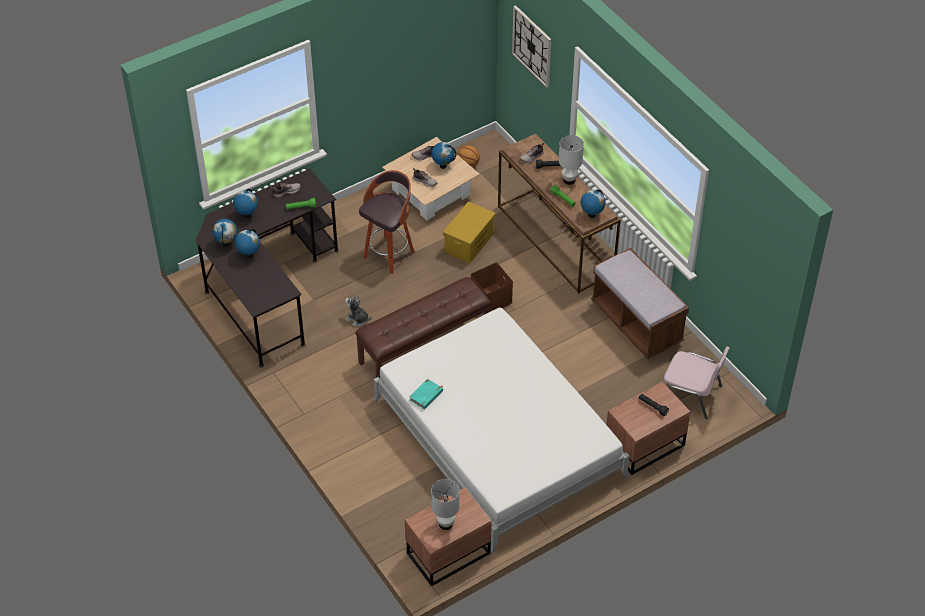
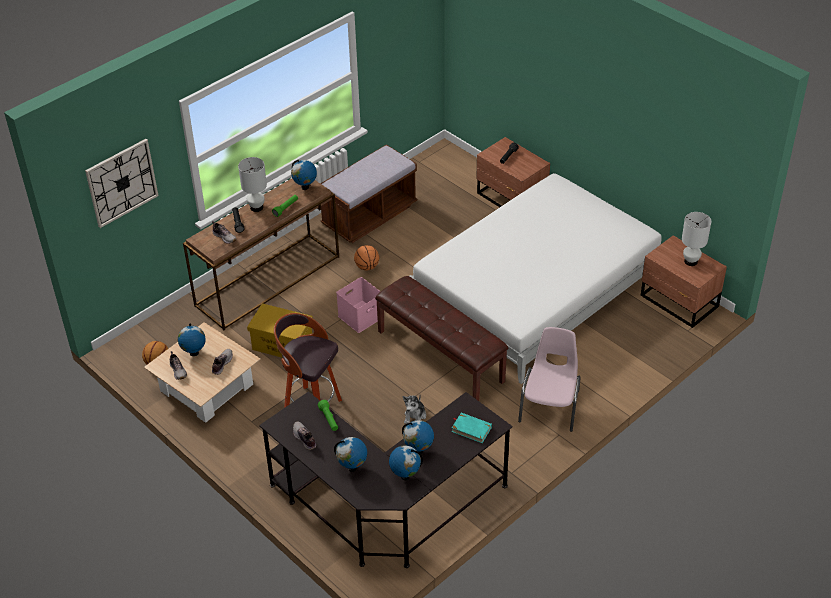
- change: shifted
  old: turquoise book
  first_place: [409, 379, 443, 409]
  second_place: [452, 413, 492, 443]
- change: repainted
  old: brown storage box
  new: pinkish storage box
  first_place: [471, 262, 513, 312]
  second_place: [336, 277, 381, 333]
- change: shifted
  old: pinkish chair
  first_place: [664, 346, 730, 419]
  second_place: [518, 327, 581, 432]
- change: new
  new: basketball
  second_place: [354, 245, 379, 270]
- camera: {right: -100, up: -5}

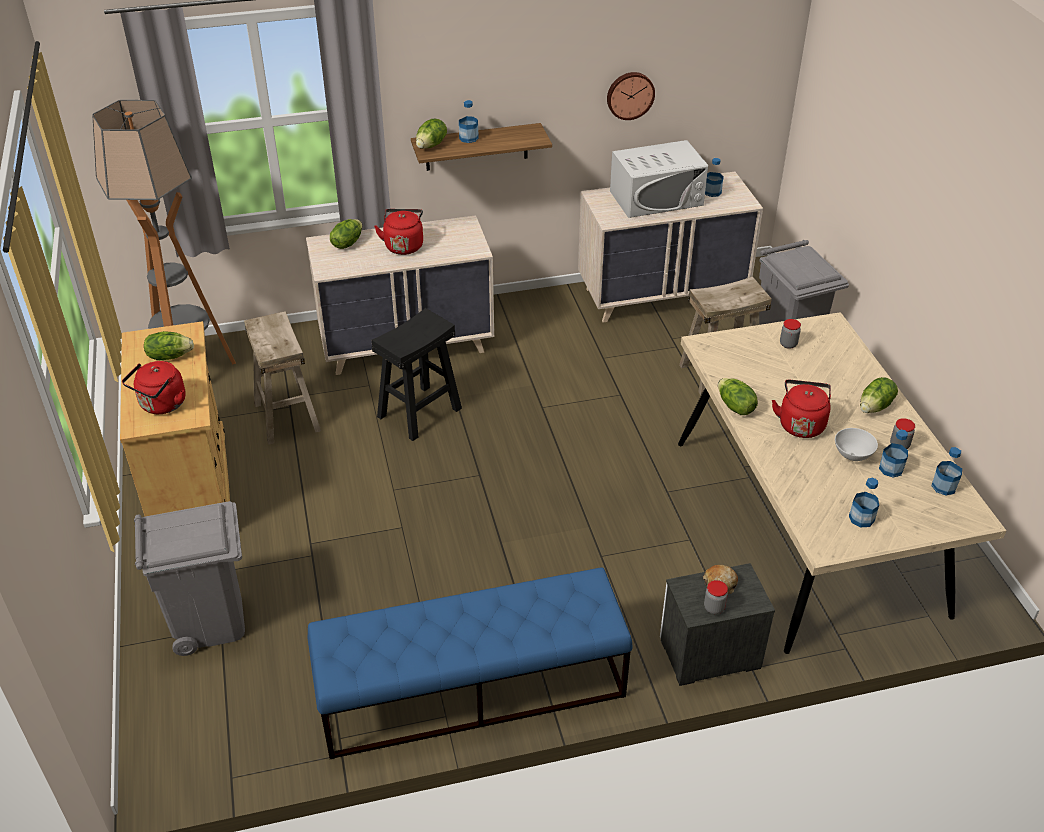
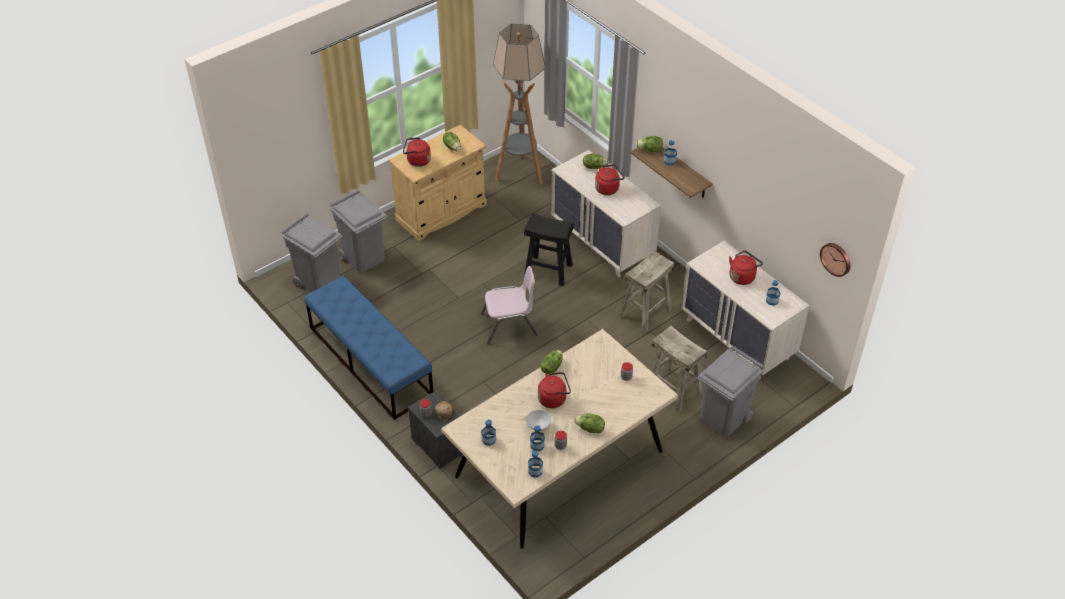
- change: shifted
  old: sand-coloured stool
  first_place: [244, 311, 321, 444]
  second_place: [619, 251, 674, 333]
- change: shifted
  old: clock on the wall
  first_place: [607, 72, 655, 120]
  second_place: [820, 243, 851, 277]
- change: swapped
  old: white-coloured microwave
  new: red-coloured tea kettle
  first_place: [610, 140, 708, 218]
  second_place: [729, 251, 763, 285]
- change: new
  new: gray rubbish bin
  second_place: [282, 213, 343, 292]
- change: new
  new: pinkish chair
  second_place: [481, 266, 538, 344]
- camera: {right: 65, up: 5}

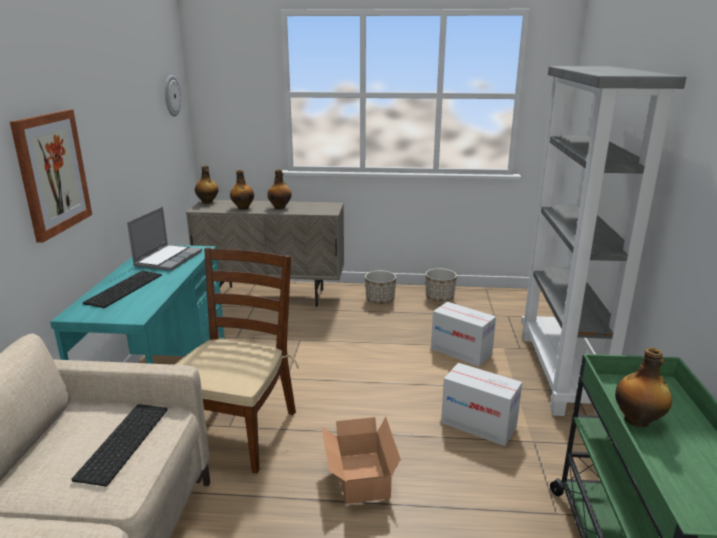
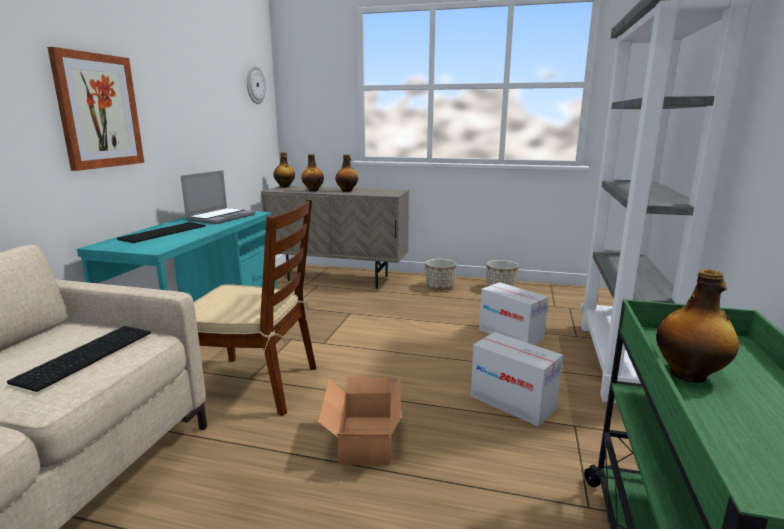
- change: rotated
  old: brown chair
  first_place: [175, 247, 299, 474]
  second_place: [194, 199, 316, 416]
  degrees: 75
- camera: {right: 10, up: -5}

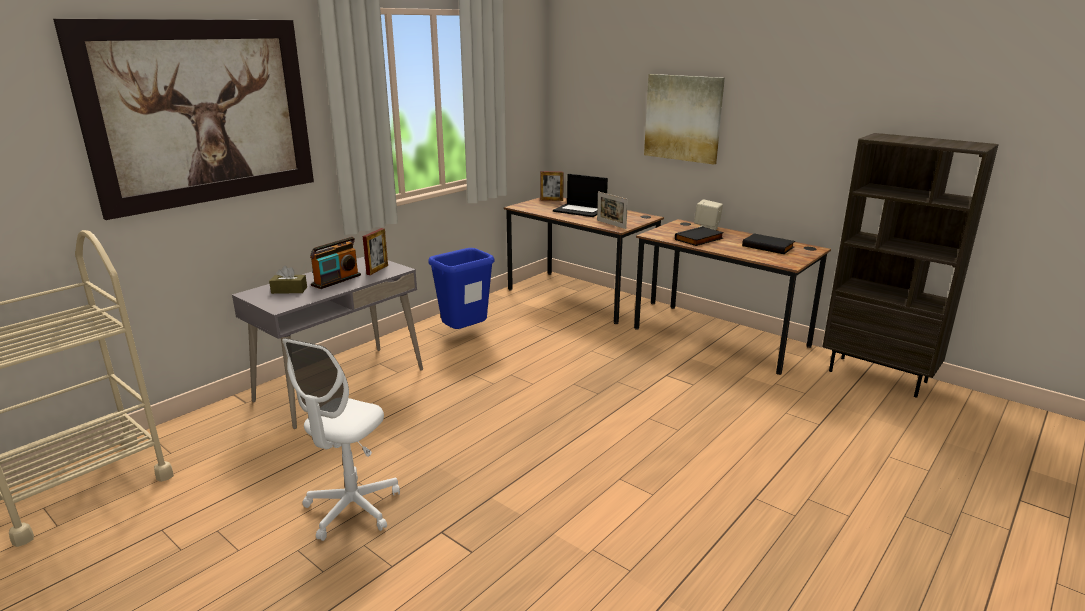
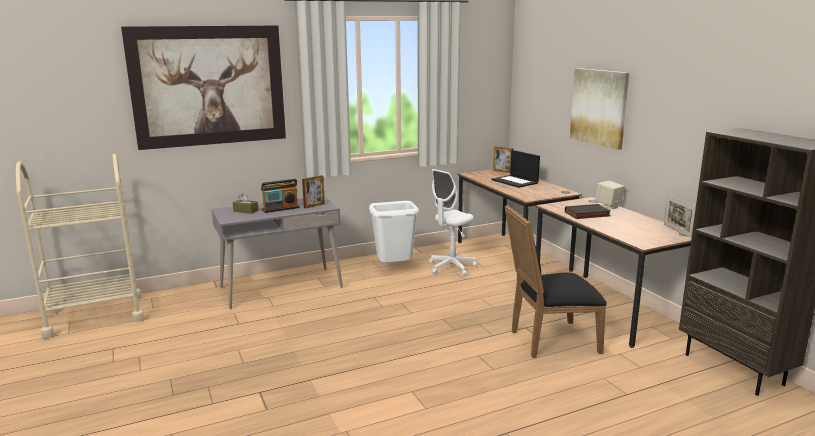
- change: shifted
  old: white-coloured desk chair
  first_place: [282, 338, 400, 541]
  second_place: [429, 169, 477, 276]
- change: repainted
  old: blue-coloured rubbish bin
  new: white-coloured rubbish bin
  first_place: [428, 248, 495, 329]
  second_place: [369, 201, 419, 263]
- change: shifted
  old: picture frame
  first_place: [597, 191, 628, 229]
  second_place: [664, 195, 696, 238]
- change: gone
  old: black book
  first_place: [742, 234, 795, 254]
- change: new
  new: black chair
  second_place: [504, 205, 607, 358]
- camera: {right: 25, up: -5}

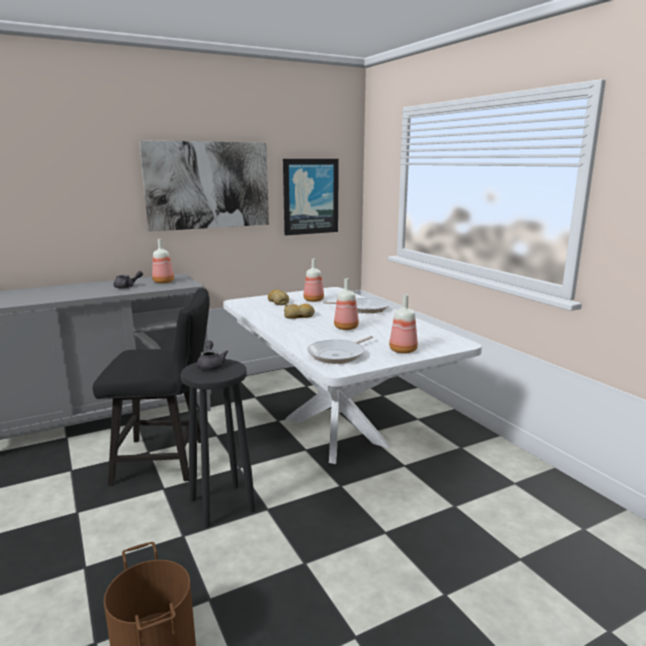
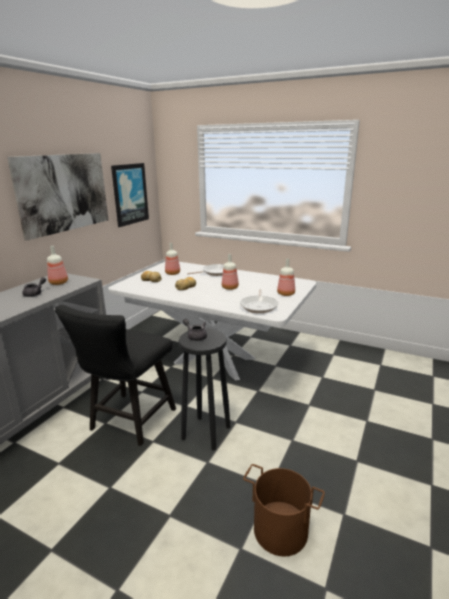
- change: rotated
  old: black chair
  first_place: [93, 288, 210, 485]
  second_place: [55, 305, 176, 446]
  degrees: 150
- camera: {right: -35, up: 5}

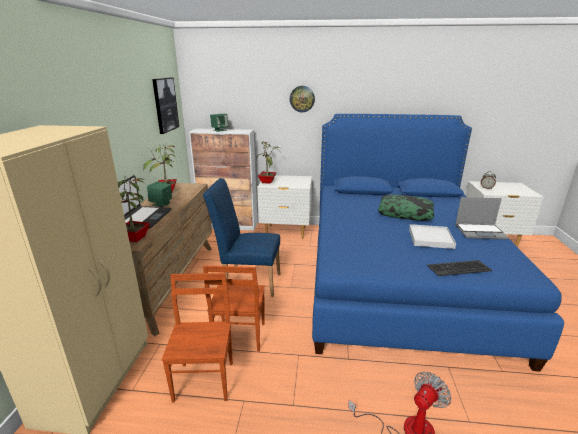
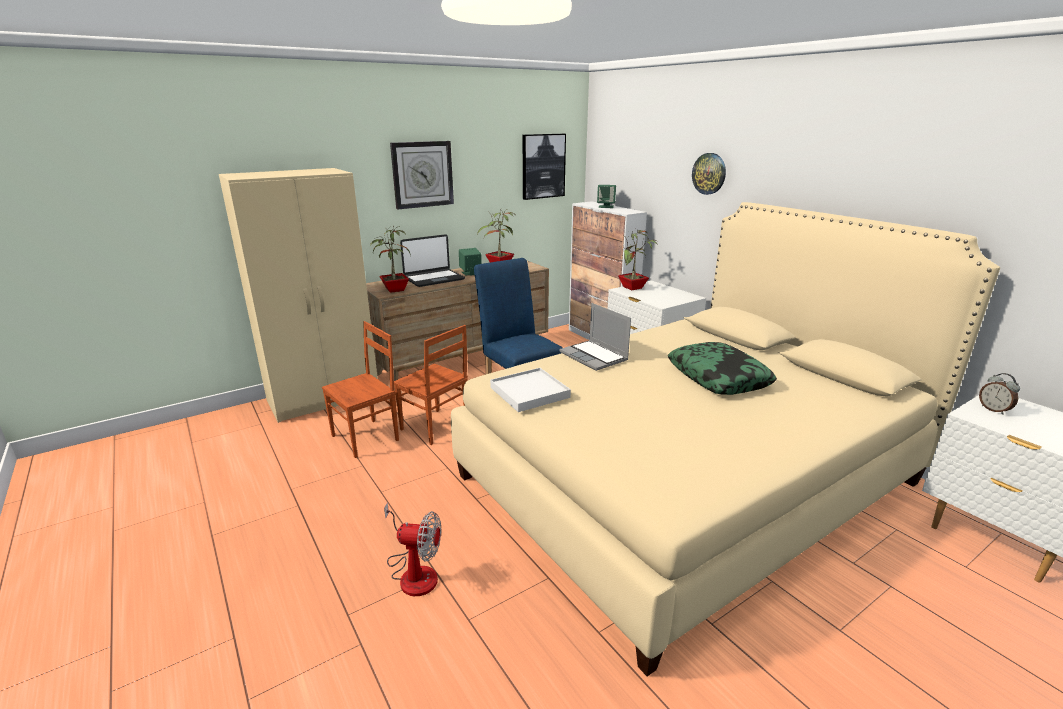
- change: rotated
  old: brown chair
  first_place: [203, 266, 265, 352]
  second_place: [394, 325, 468, 445]
  degrees: -105
- change: repainted
  old: blue-coloured bed
  new: sand-coloured bed
  first_place: [312, 114, 564, 372]
  second_place: [451, 202, 1000, 676]
- change: shifted
  old: white-coloured carrying tray
  first_place: [409, 224, 456, 249]
  second_place: [490, 368, 571, 412]
- change: gone
  old: computer keyboard
  first_place: [427, 260, 492, 276]
- change: shifted
  old: laptop
  first_place: [455, 197, 509, 239]
  second_place: [559, 303, 631, 371]
- change: new
  new: clock on the wall
  second_place: [390, 141, 454, 209]
- camera: {right: 50, up: 0}

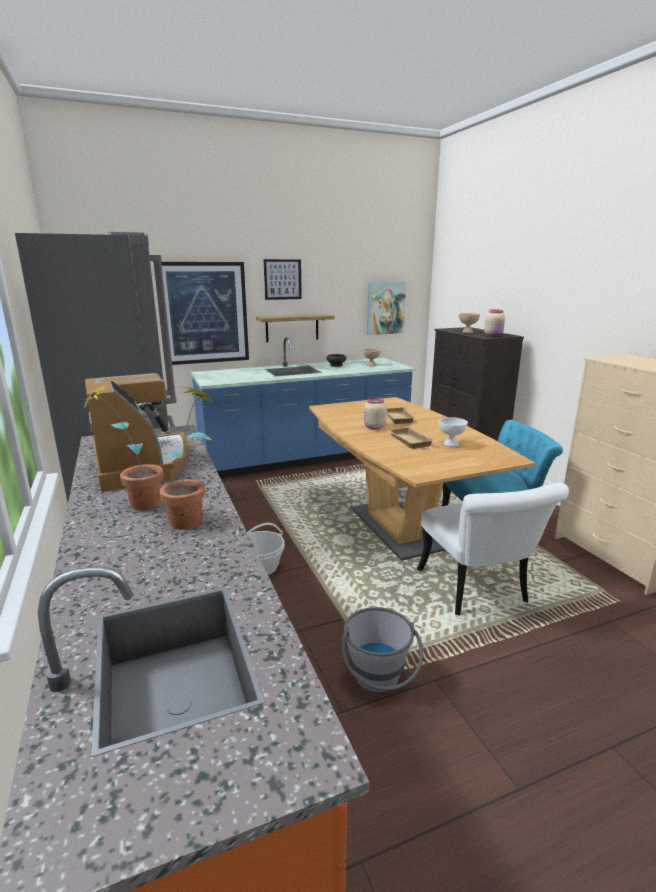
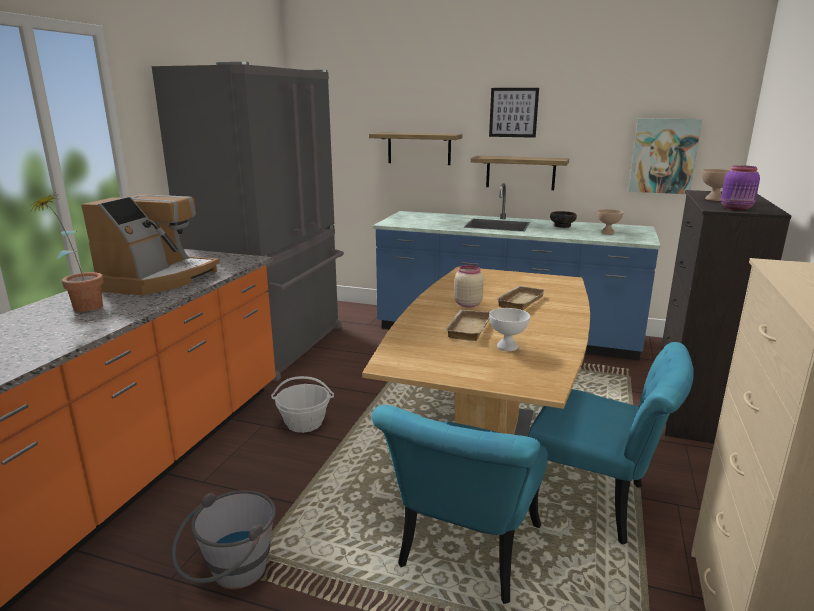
- change: gone
  old: plant in a pot
  first_place: [159, 387, 213, 530]
- change: swapped
  old: wall picture
  new: wall shelf
  first_place: [161, 262, 249, 365]
  second_place: [369, 132, 462, 165]
- change: repainted
  old: white-coloured chair
  new: turquoise chair
  first_place: [417, 483, 569, 616]
  second_place: [371, 405, 548, 604]
- change: repainted
  old: sand-coloured preserve jar
  new: purple preserve jar
  first_place: [484, 309, 505, 337]
  second_place: [721, 165, 760, 210]
- camera: {right: 40, up: 0}

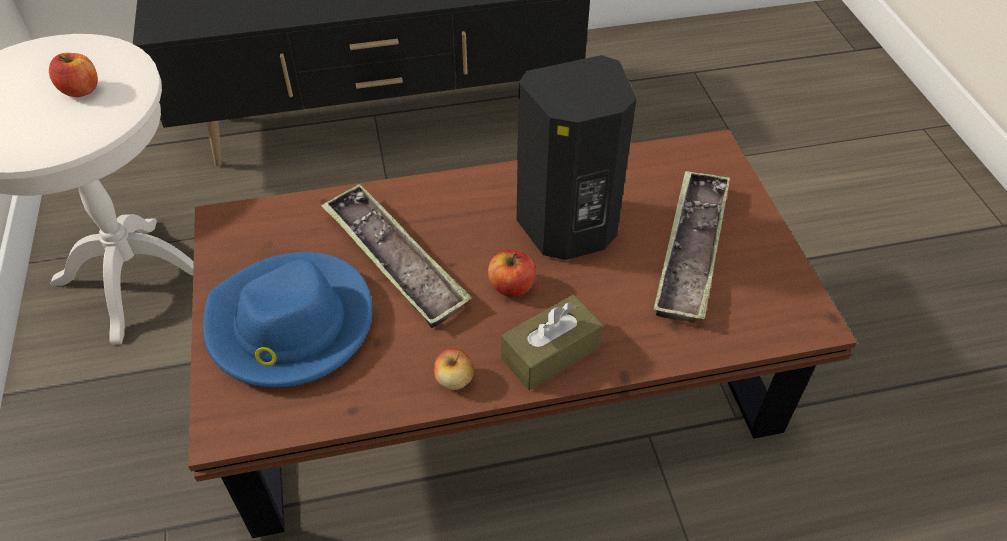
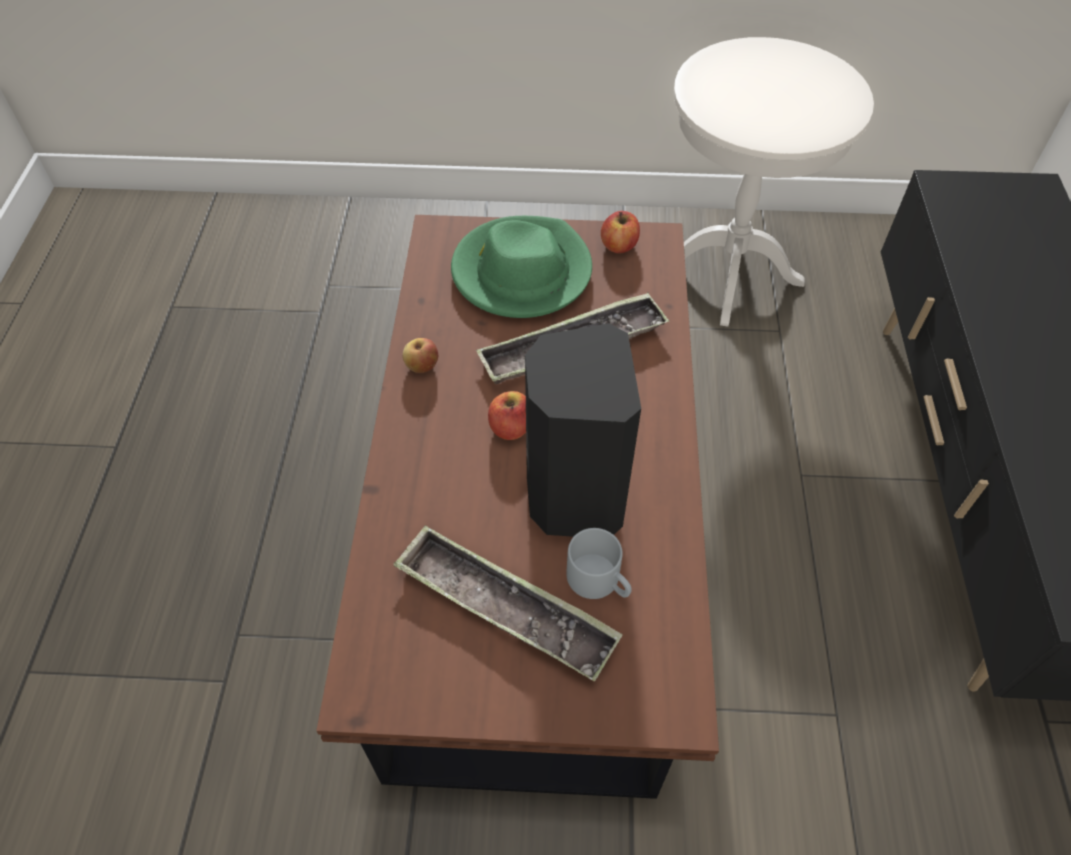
- change: shifted
  old: apple
  first_place: [49, 53, 98, 97]
  second_place: [601, 211, 640, 253]
- change: repainted
  old: blue-coloured hat
  new: green-coloured hat
  first_place: [203, 252, 372, 388]
  second_place: [451, 216, 592, 318]
- change: gone
  old: brown box of tissues
  first_place: [501, 295, 603, 390]
- change: new
  new: gray tea mug
  second_place: [566, 528, 632, 599]
- camera: {right: 105, up: 5}

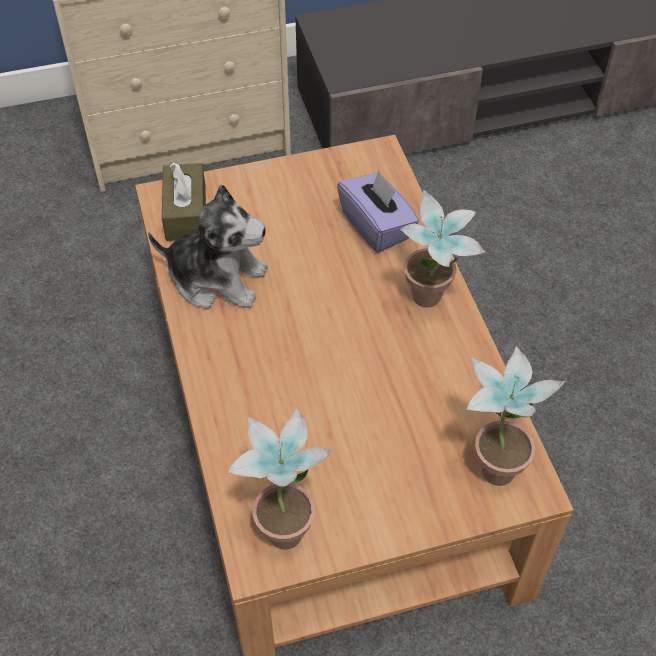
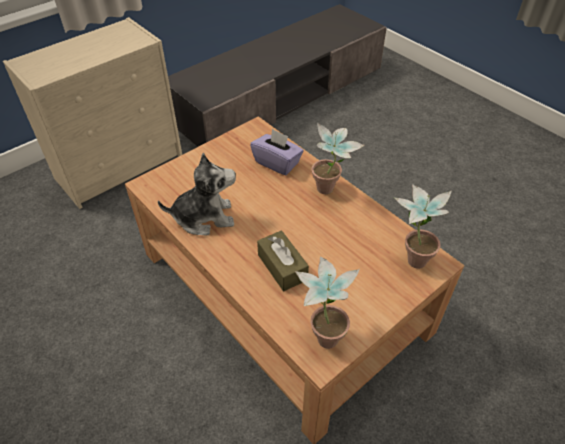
- change: shifted
  old: brown box of tissues
  first_place: [162, 162, 206, 241]
  second_place: [257, 230, 309, 291]
- camera: {right: -25, up: -5}

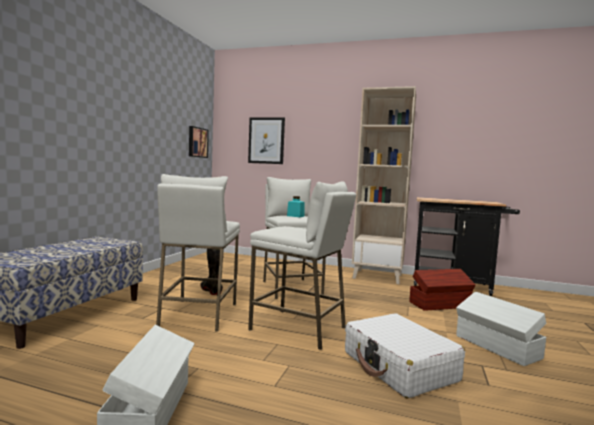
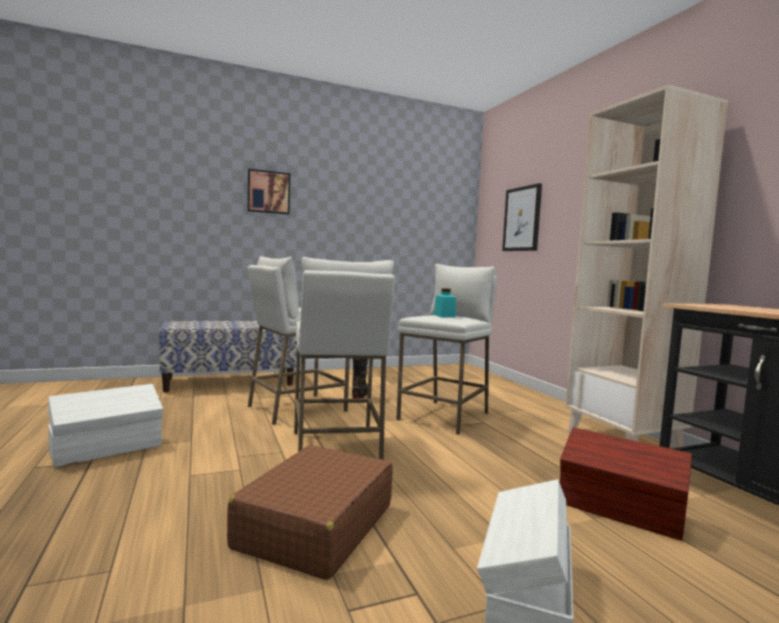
- change: shifted
  old: wall picture
  first_place: [189, 126, 209, 158]
  second_place: [247, 169, 290, 215]
- change: repainted
  old: white-coloured piece of luggage
  new: brown piece of luggage
  first_place: [345, 313, 465, 399]
  second_place: [227, 445, 393, 580]
- camera: {right: 50, up: 0}

